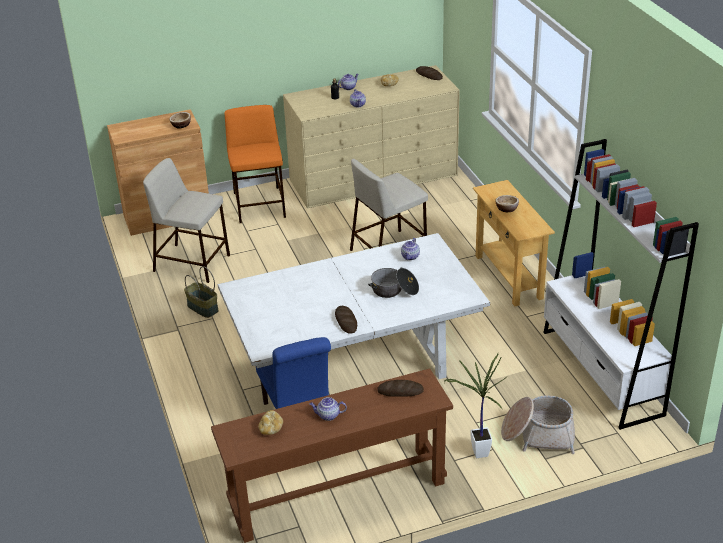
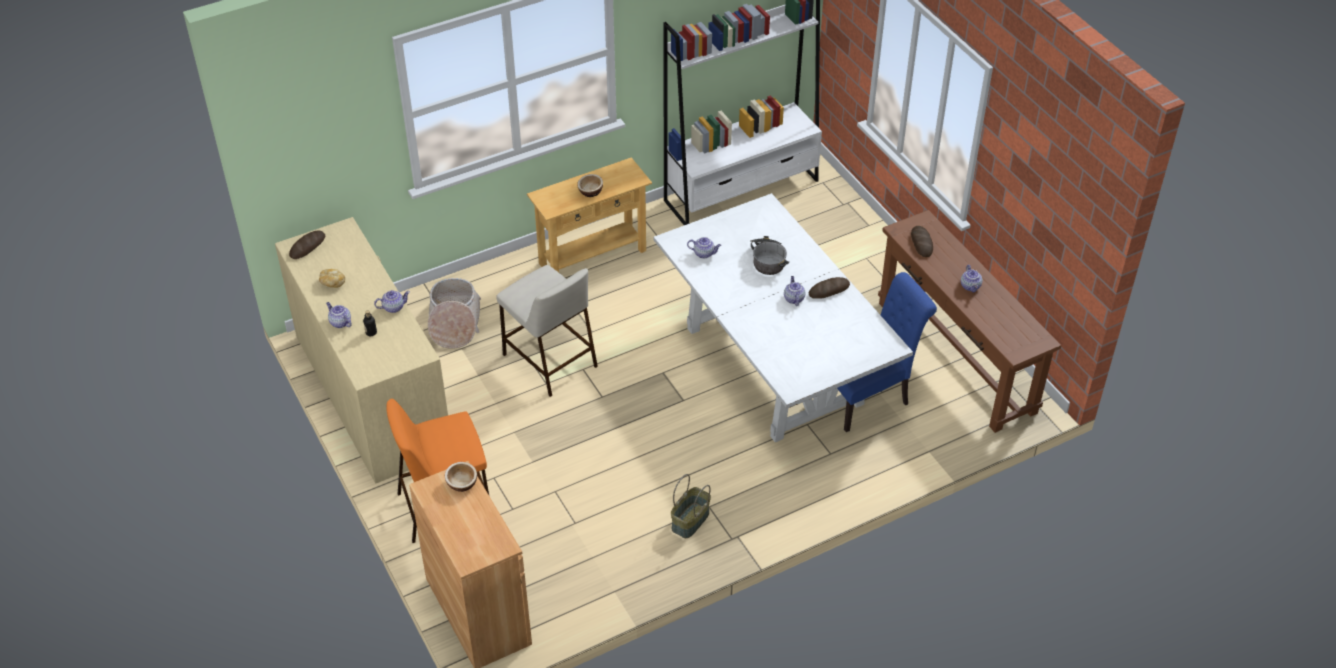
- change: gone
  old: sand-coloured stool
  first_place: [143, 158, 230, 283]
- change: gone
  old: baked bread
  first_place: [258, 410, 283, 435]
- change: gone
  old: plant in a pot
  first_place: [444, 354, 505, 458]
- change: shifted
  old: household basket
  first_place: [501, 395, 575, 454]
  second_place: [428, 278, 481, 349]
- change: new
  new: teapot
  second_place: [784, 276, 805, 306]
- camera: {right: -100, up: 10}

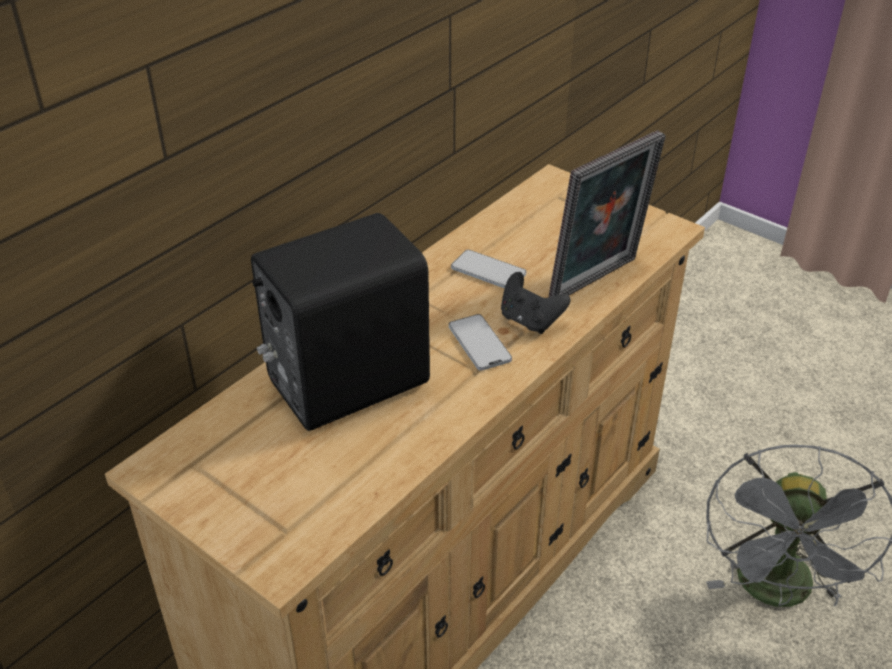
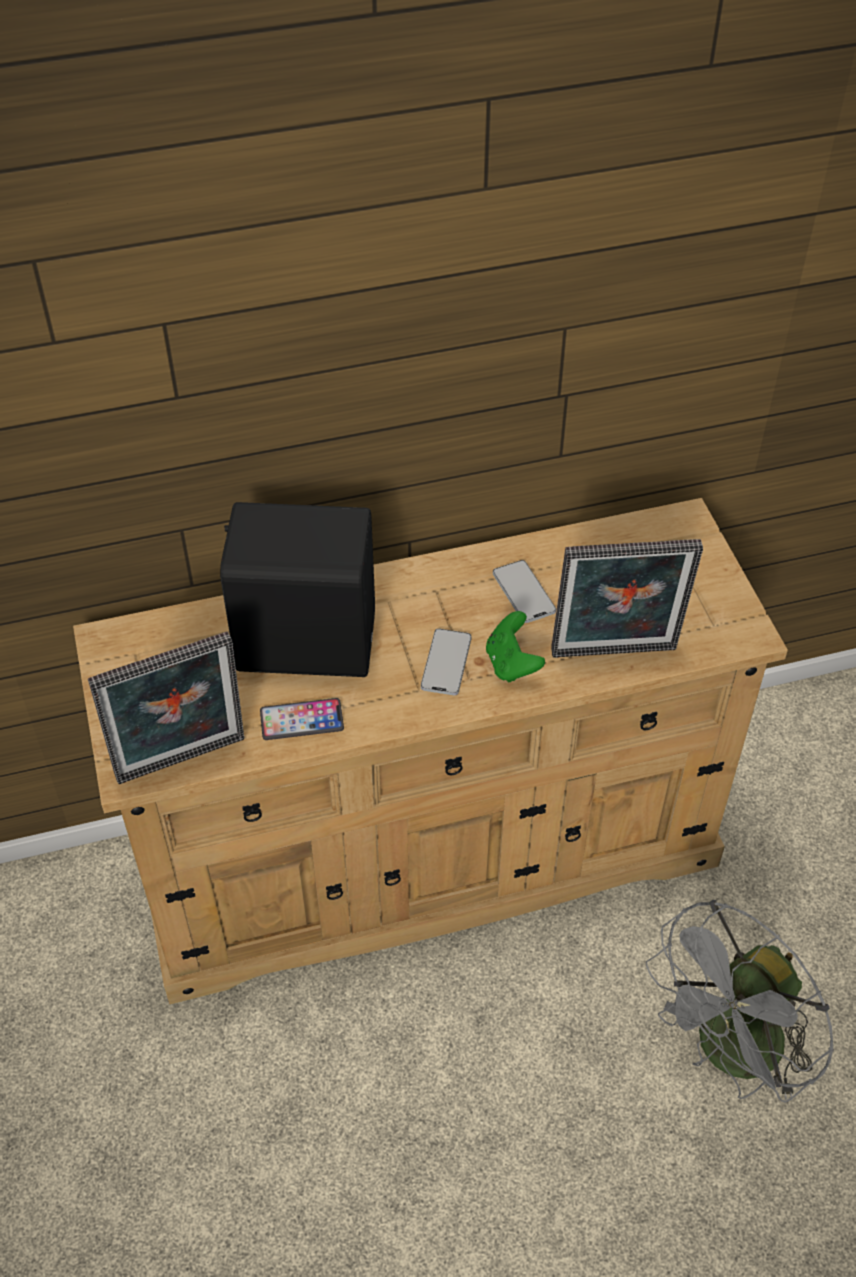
- change: repainted
  old: black game controller
  new: green-coloured game controller
  first_place: [501, 272, 570, 334]
  second_place: [486, 611, 545, 682]
- change: new
  new: picture frame
  second_place: [88, 631, 244, 784]
- change: new
  new: handset
  second_place: [260, 698, 344, 740]
- camera: {right: 35, up: 10}

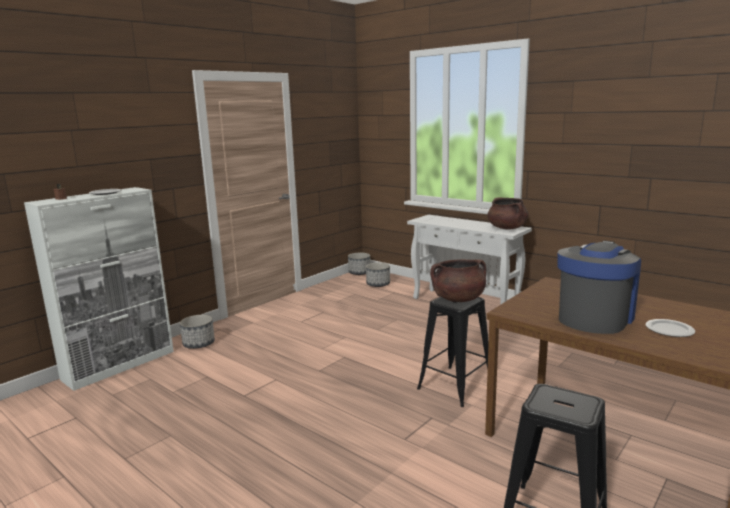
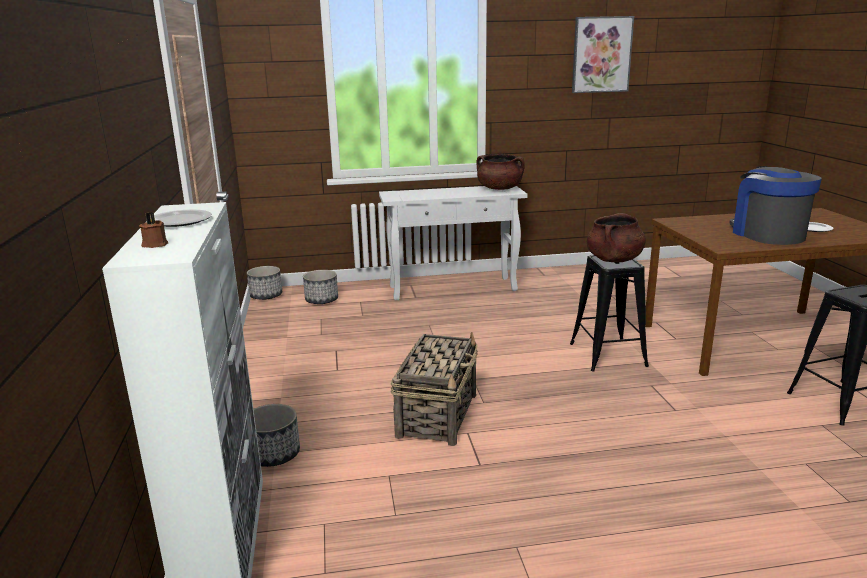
- change: new
  new: household basket
  second_place: [390, 332, 478, 446]
- change: new
  new: wall picture
  second_place: [572, 16, 634, 93]
- camera: {right: -50, up: 5}

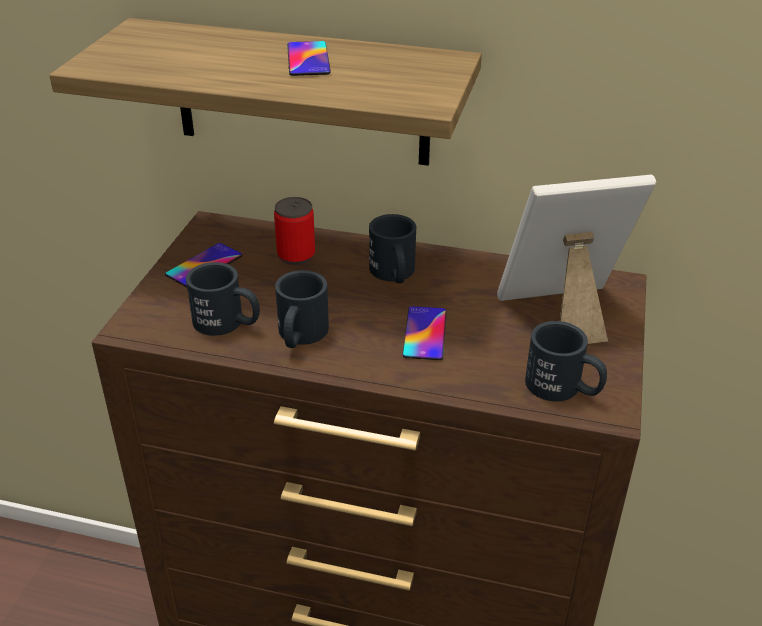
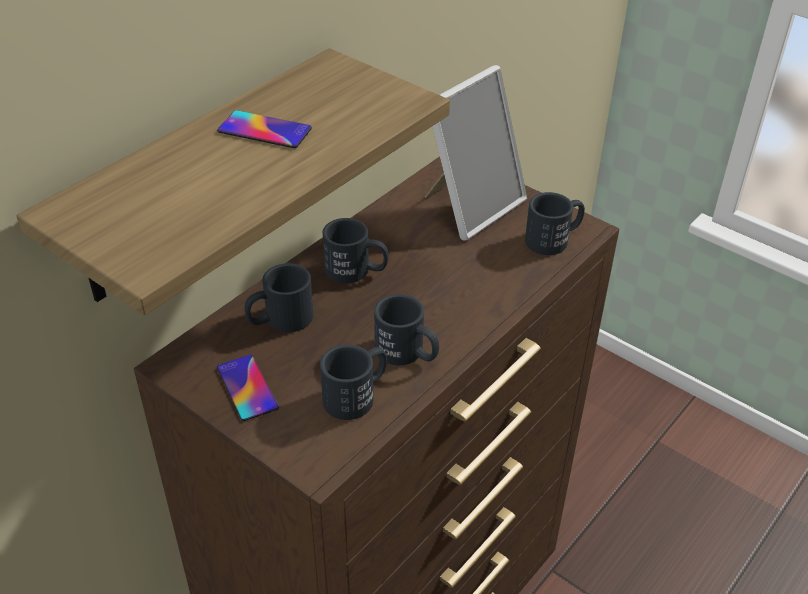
- change: swapped
  old: sealed can
  new: black tea mug
  first_place: [274, 197, 315, 265]
  second_place: [245, 263, 313, 332]
- change: gone
  old: handset
  first_place: [403, 306, 447, 360]
- change: rotated
  old: picture frame
  first_place: [497, 175, 656, 344]
  second_place: [425, 65, 527, 241]
  degrees: -150
- camera: {right: -65, up: 5}

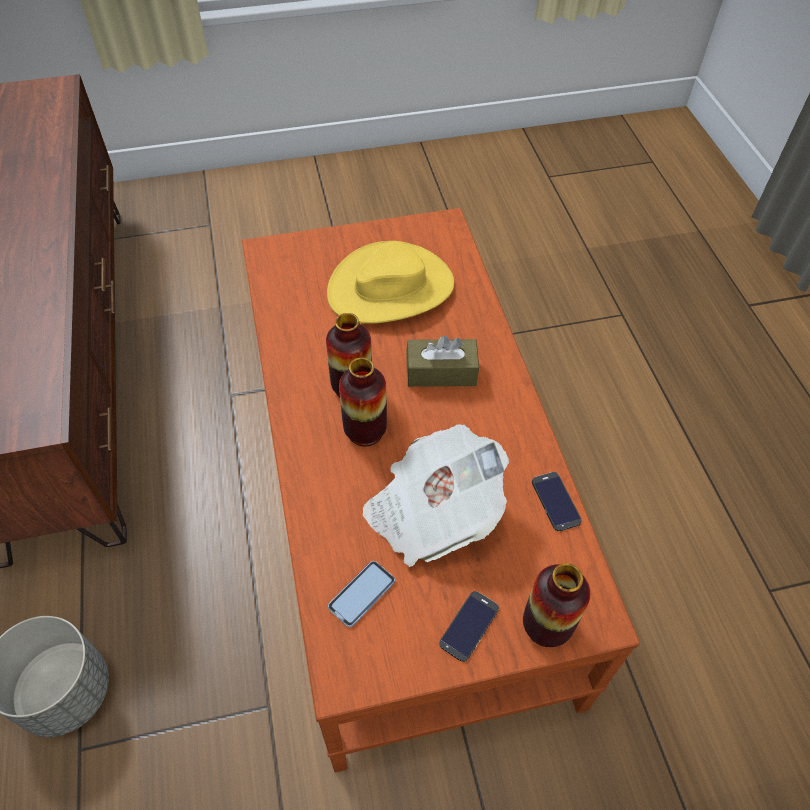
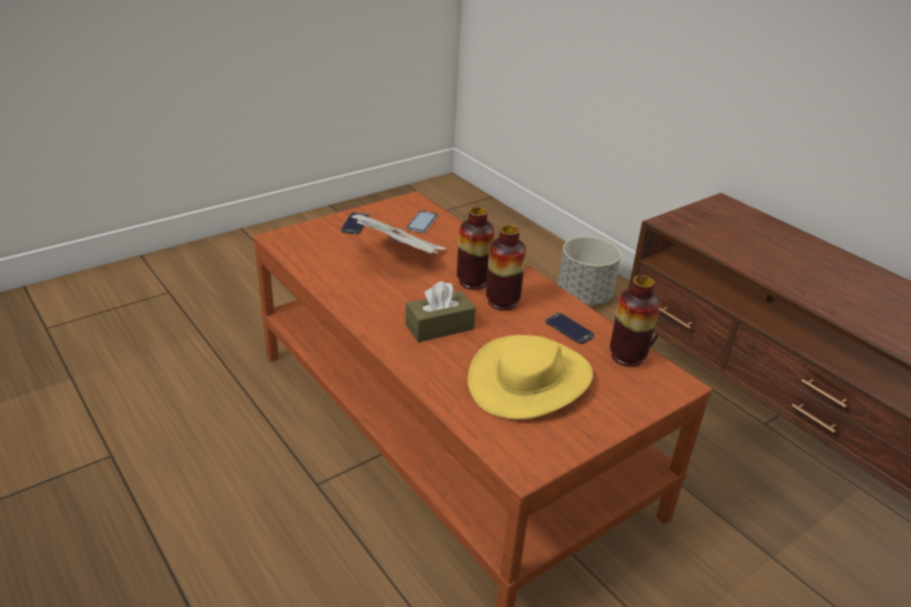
- change: shifted
  old: vase
  first_place: [523, 563, 590, 647]
  second_place: [610, 275, 660, 367]
- change: shifted
  old: handset
  first_place: [532, 472, 582, 531]
  second_place: [545, 313, 595, 344]
- camera: {right: 155, up: -20}

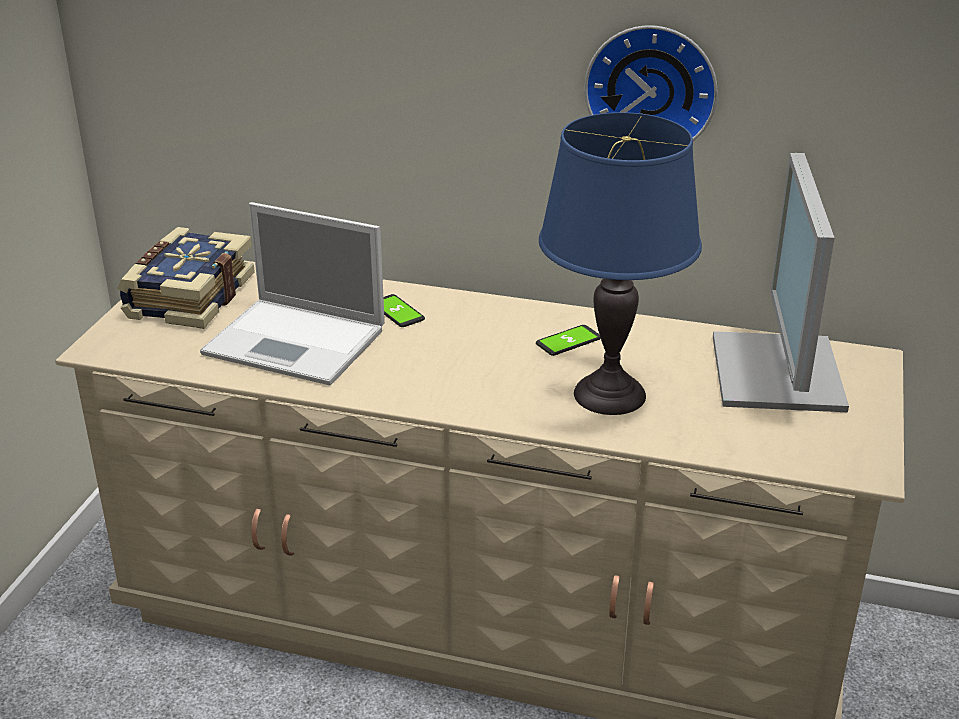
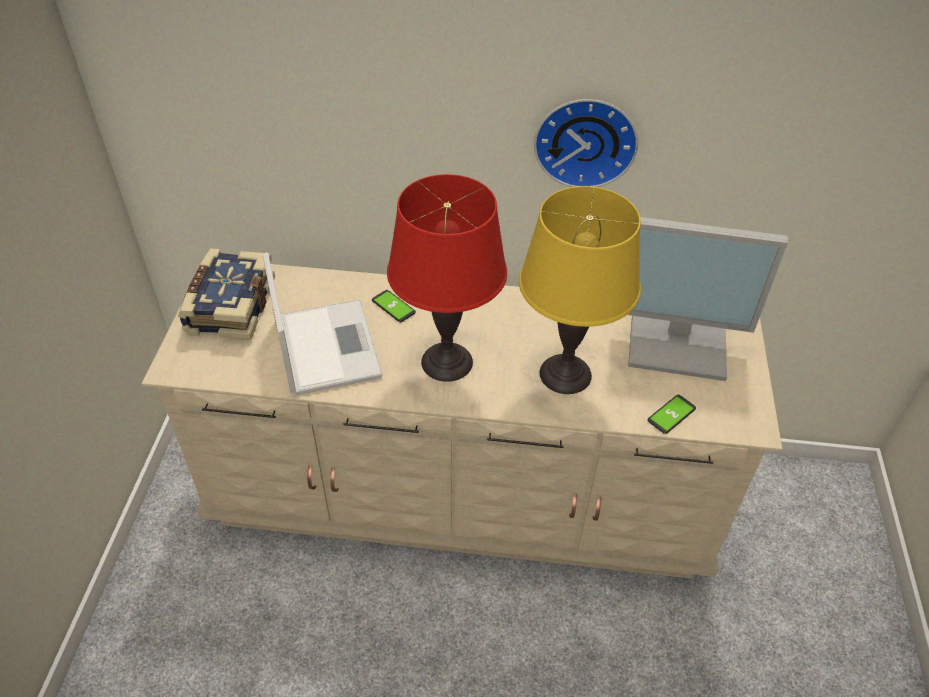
- change: rotated
  old: laptop
  first_place: [200, 202, 385, 386]
  second_place: [263, 252, 382, 395]
  degrees: -120
- change: shifted
  old: handset
  first_place: [536, 325, 601, 356]
  second_place: [647, 395, 696, 434]
- change: repainted
  old: blue-coloured table lamp
  new: yellow table lamp
  first_place: [539, 112, 702, 415]
  second_place: [519, 186, 641, 394]
- change: rotated
  old: computer display
  first_place: [713, 153, 849, 412]
  second_place: [628, 217, 788, 381]
  degrees: -75
- change: new
  new: red-coloured table lamp
  second_place: [387, 174, 507, 382]
- camera: {right: -10, up: 15}

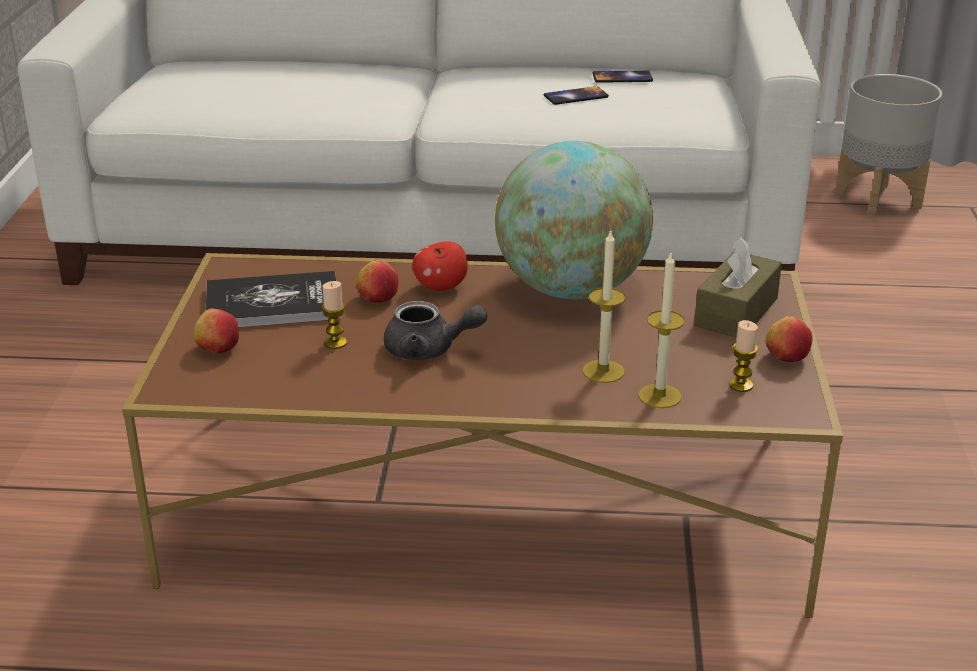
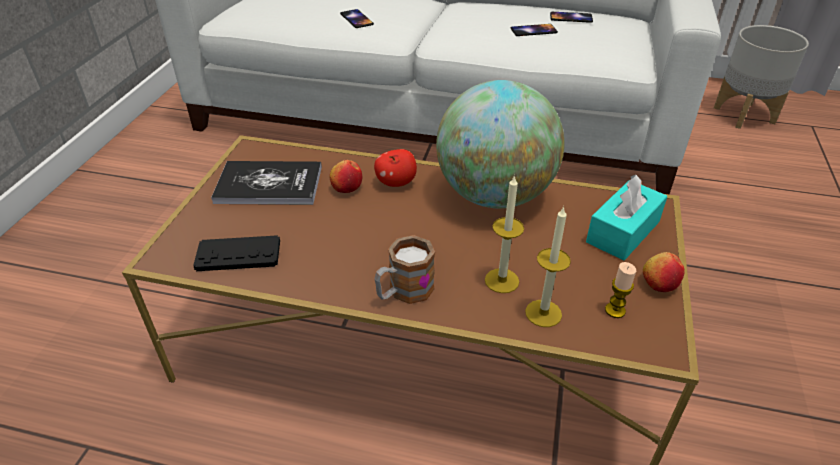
- change: gone
  old: apple
  first_place: [193, 308, 239, 353]
- change: gone
  old: candle
  first_place: [322, 281, 347, 349]
- change: gone
  old: gray teapot
  first_place: [384, 301, 487, 360]
- change: repainted
  old: brown box of tissues
  new: turquoise box of tissues
  first_place: [694, 236, 782, 338]
  second_place: [586, 175, 668, 261]
- change: new
  new: black game controller
  second_place: [193, 235, 280, 271]
- change: new
  new: handset
  second_place: [340, 9, 374, 28]
- change: new
  new: tea mug
  second_place: [375, 235, 435, 304]
- camera: {right: 10, up: 10}

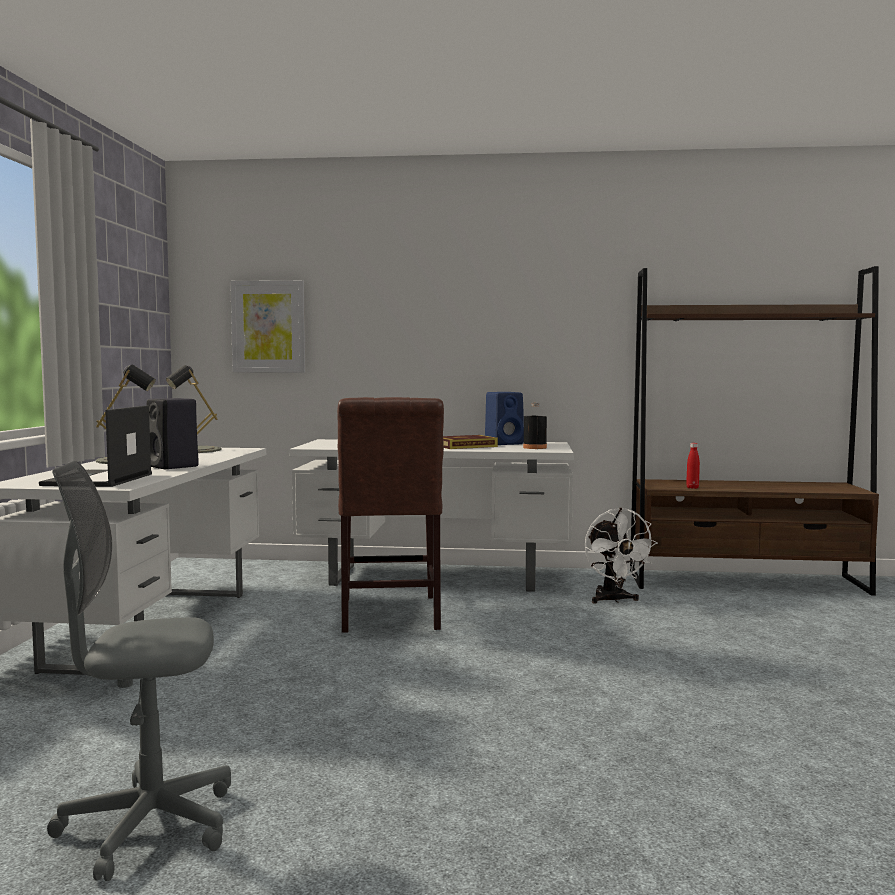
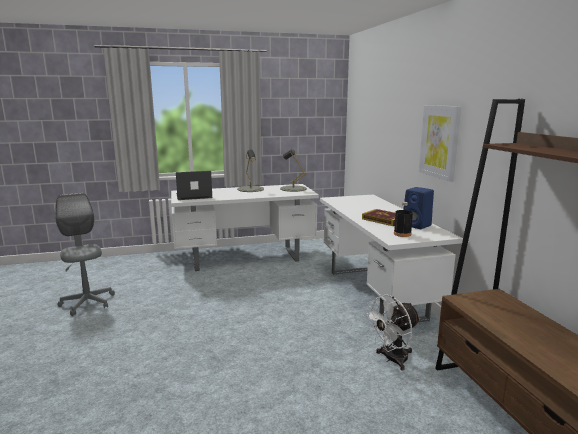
- change: gone
  old: black loudspeaker
  first_place: [147, 398, 199, 469]
- change: shifted
  old: wall picture
  first_place: [230, 280, 305, 373]
  second_place: [419, 105, 461, 182]
- change: gone
  old: brown chair
  first_place: [337, 397, 444, 633]
- change: gone
  old: red-coloured beverage bottle
  first_place: [686, 443, 700, 489]
- camera: {right: 70, up: 10}

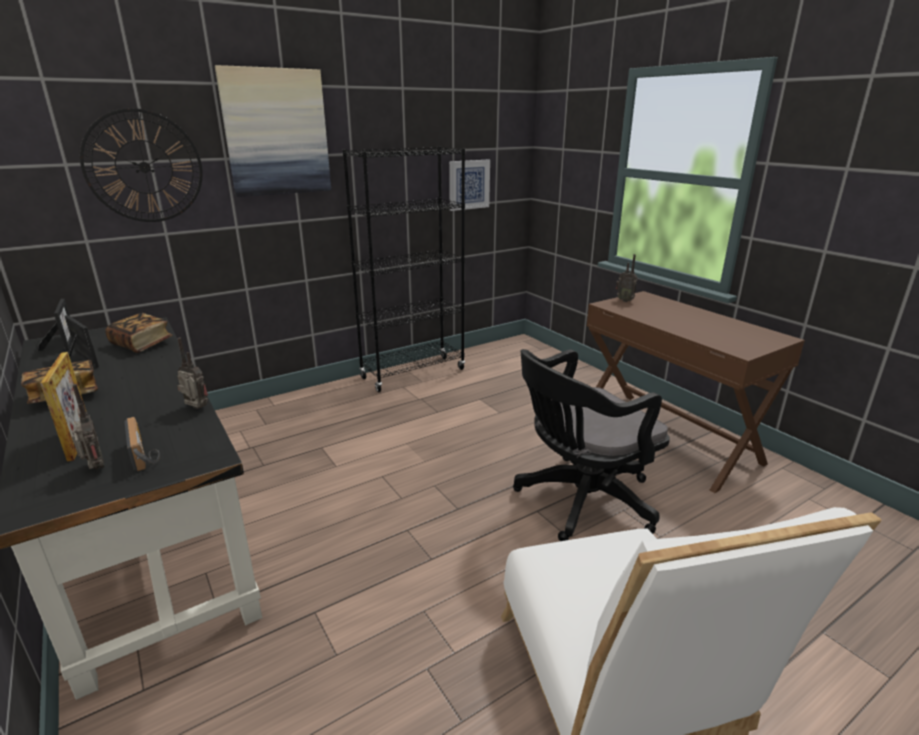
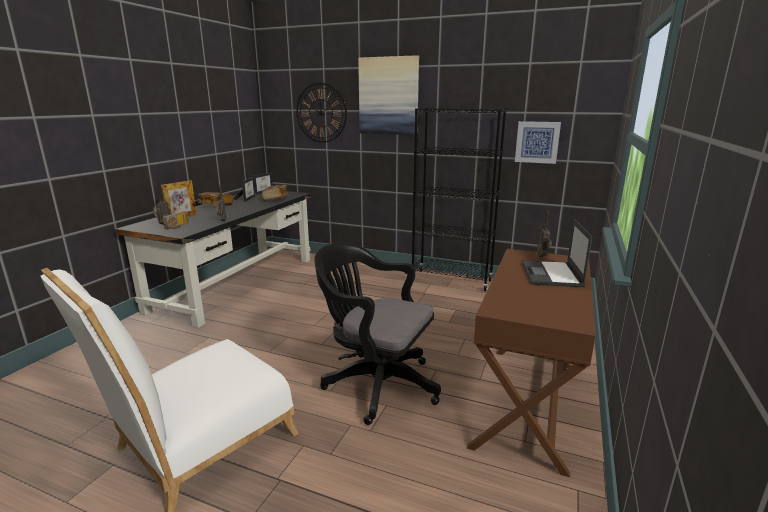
- change: new
  new: laptop
  second_place: [522, 219, 592, 287]
- camera: {right: 55, up: -5}

